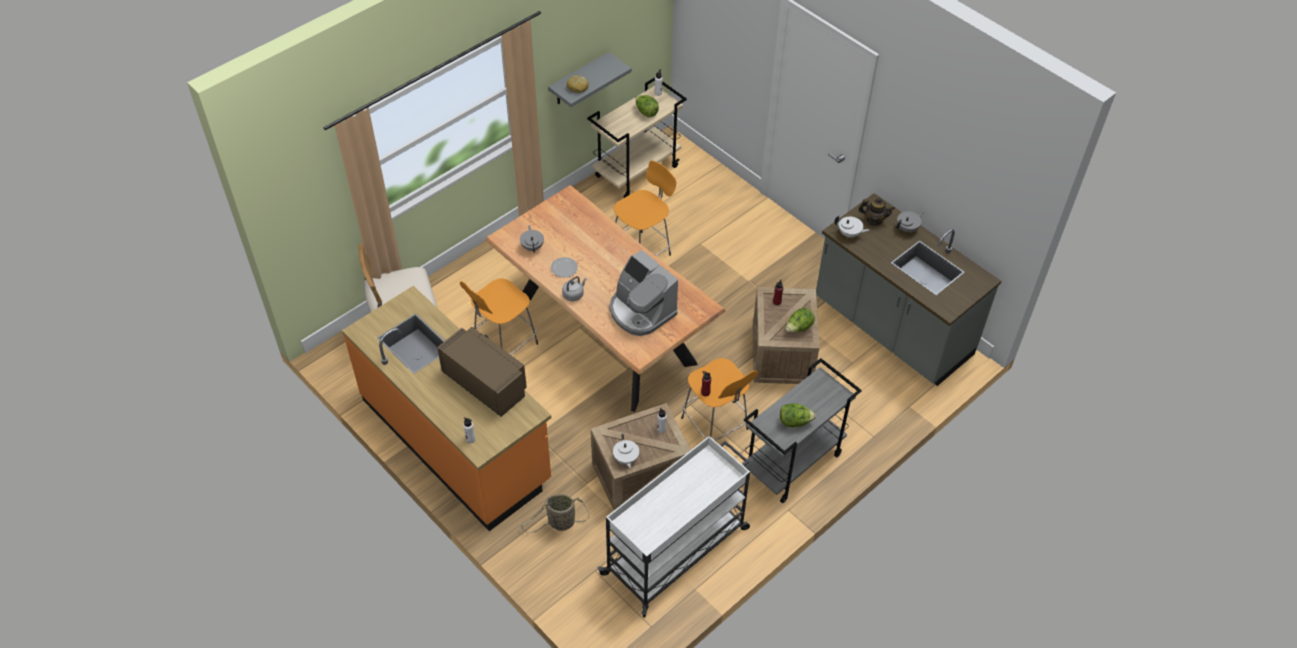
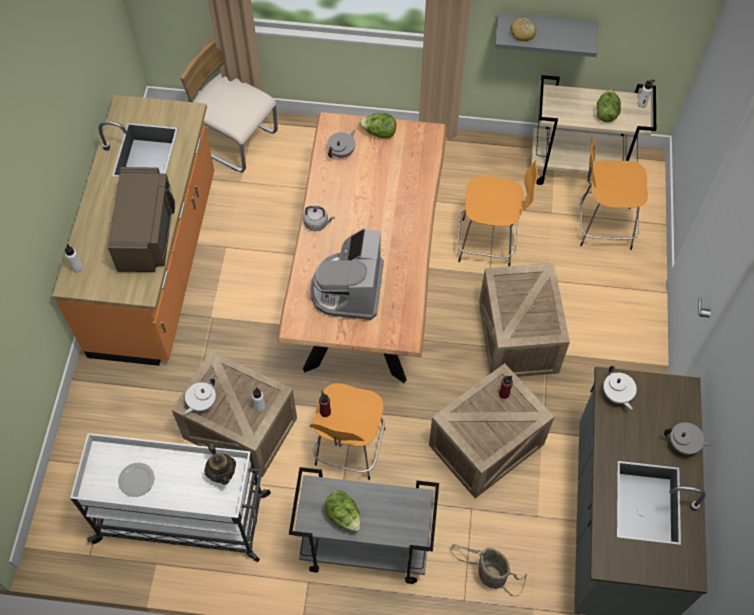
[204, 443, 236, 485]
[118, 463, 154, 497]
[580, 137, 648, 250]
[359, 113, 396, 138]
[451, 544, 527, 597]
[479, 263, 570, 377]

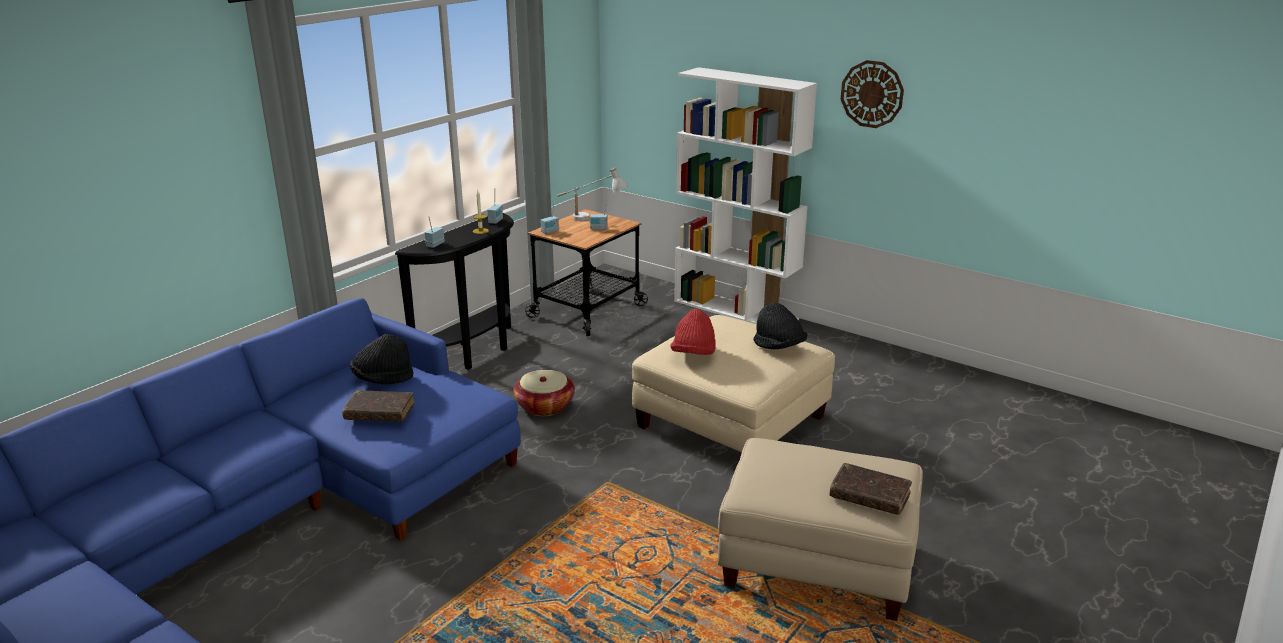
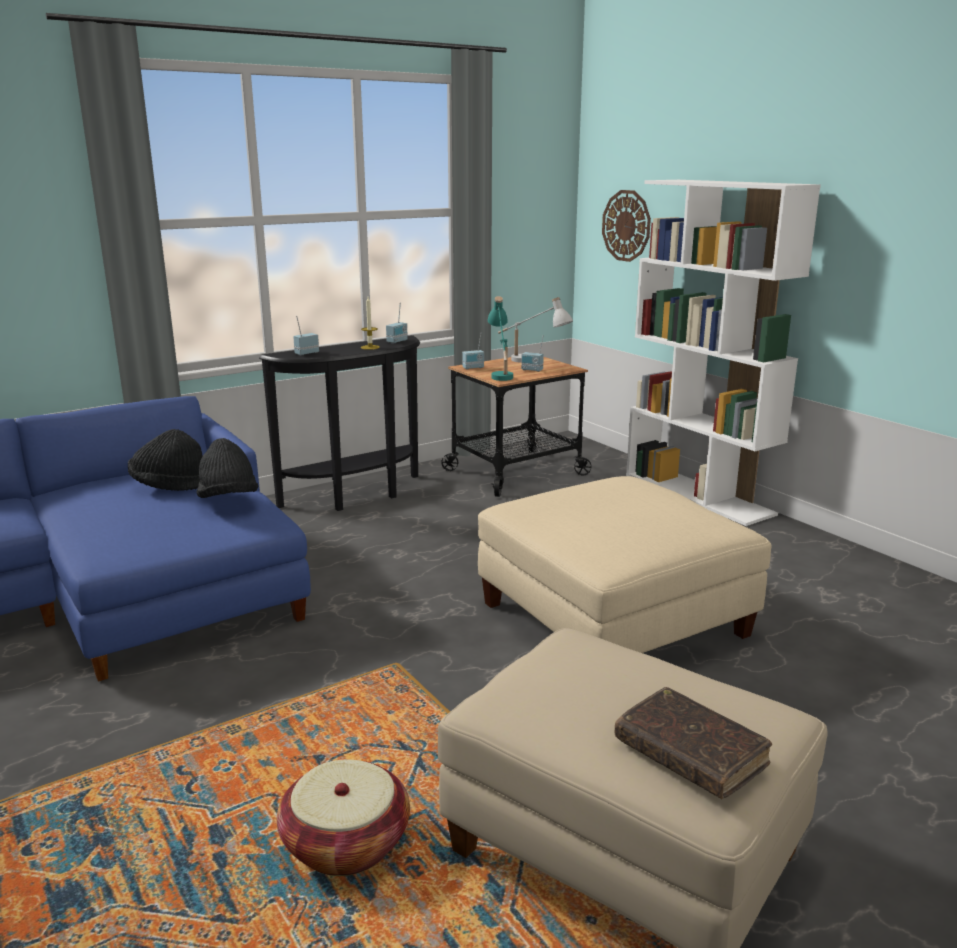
[602, 190, 651, 262]
[197, 438, 258, 498]
[670, 309, 716, 355] (first image)
[277, 760, 410, 876]
[342, 390, 415, 421] (first image)
[488, 296, 513, 381]

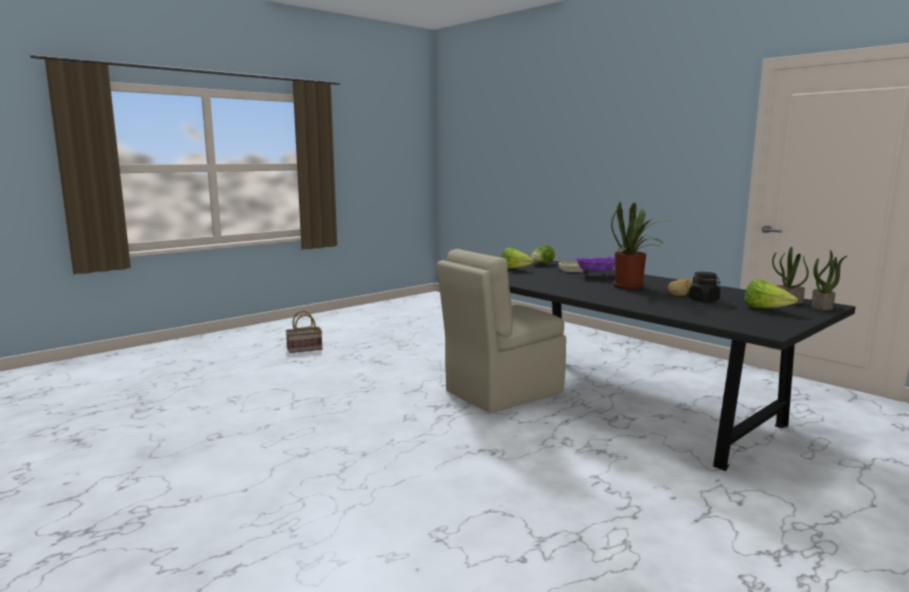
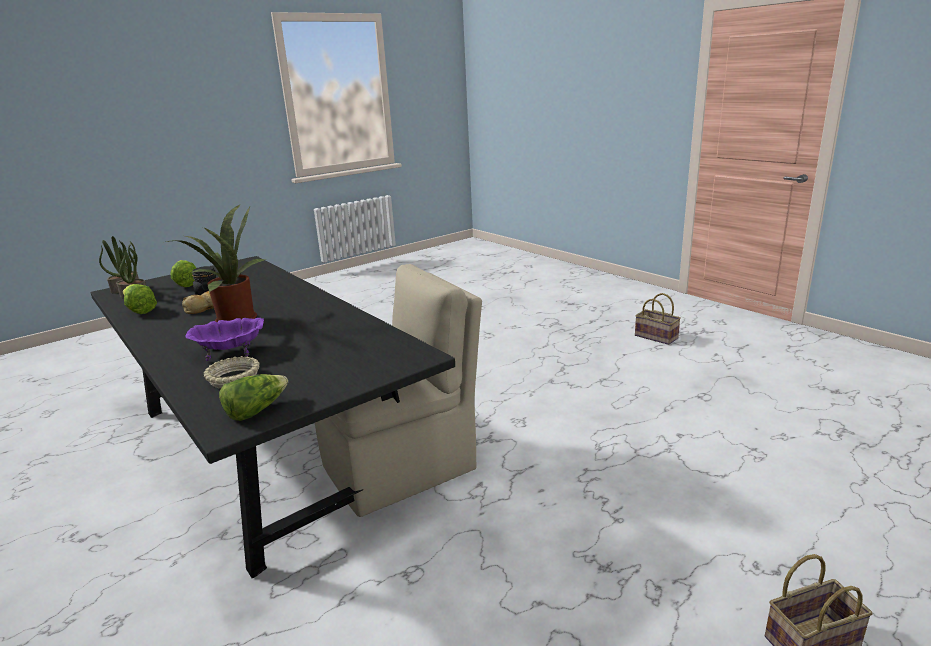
[122, 284, 157, 314]
[635, 293, 681, 345]

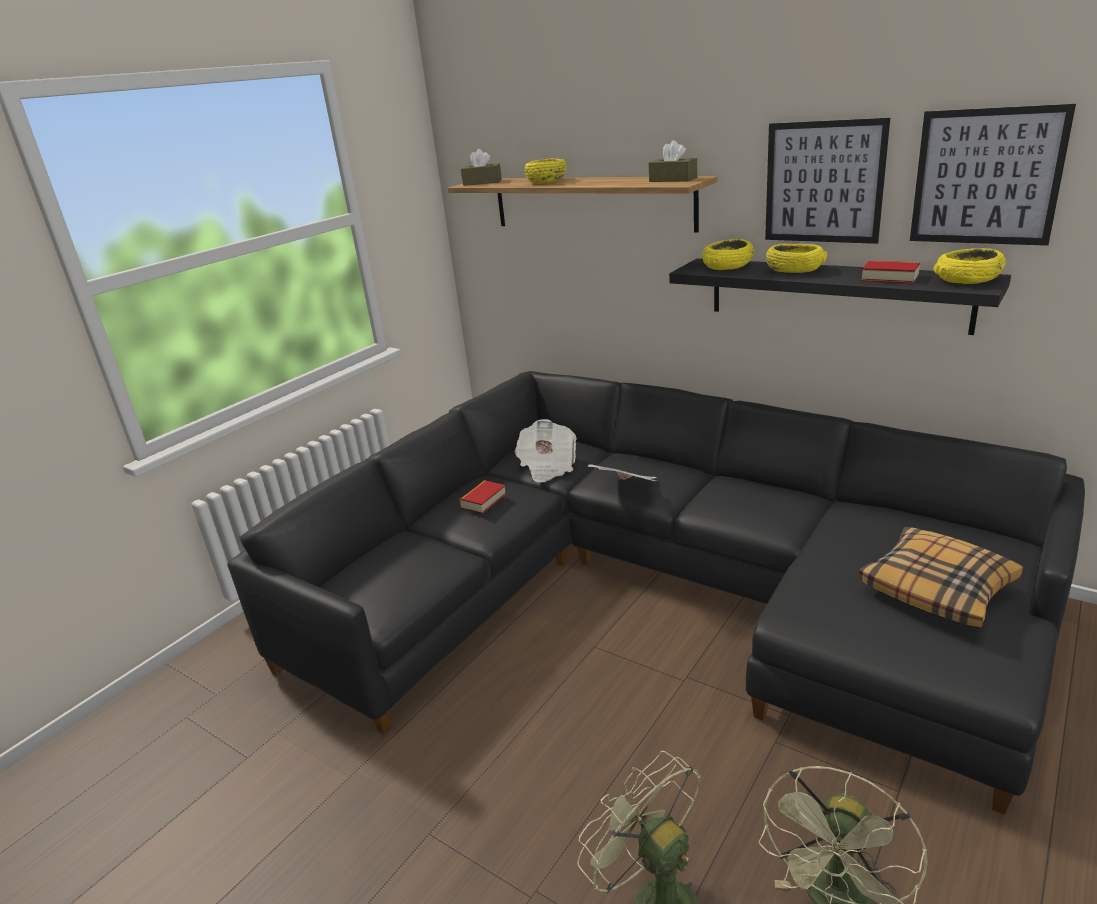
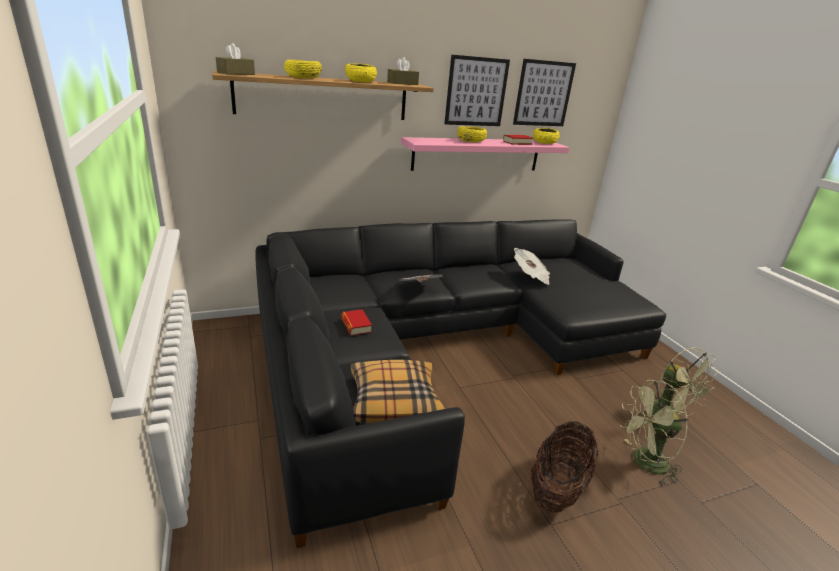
[345, 63, 377, 82]
[401, 137, 570, 171]
[514, 248, 550, 285]
[350, 360, 444, 423]
[531, 421, 598, 512]

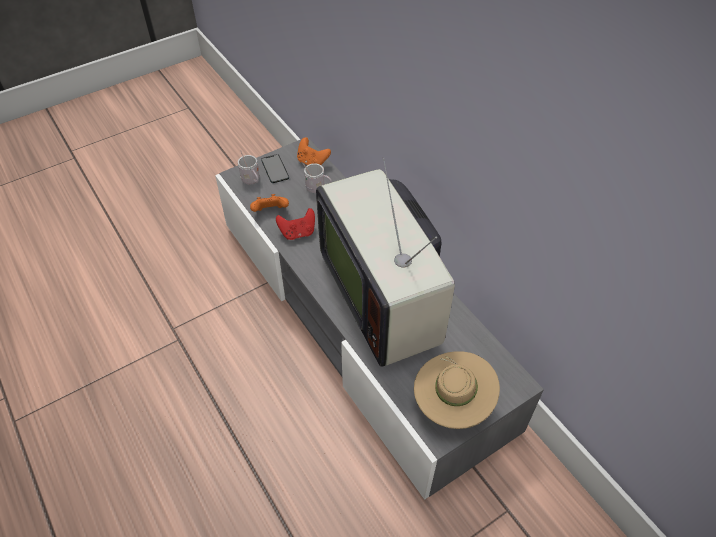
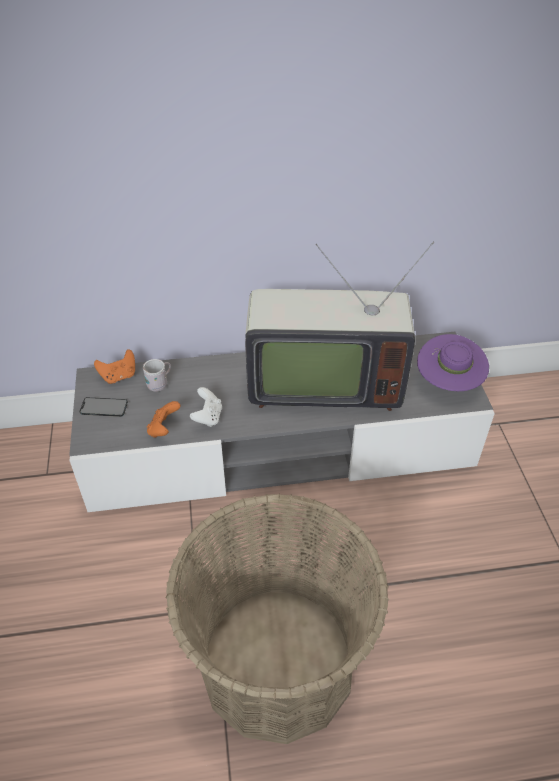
[238, 150, 259, 185] (first image)
[190, 387, 222, 427]
[417, 334, 489, 391]
[166, 493, 389, 744]

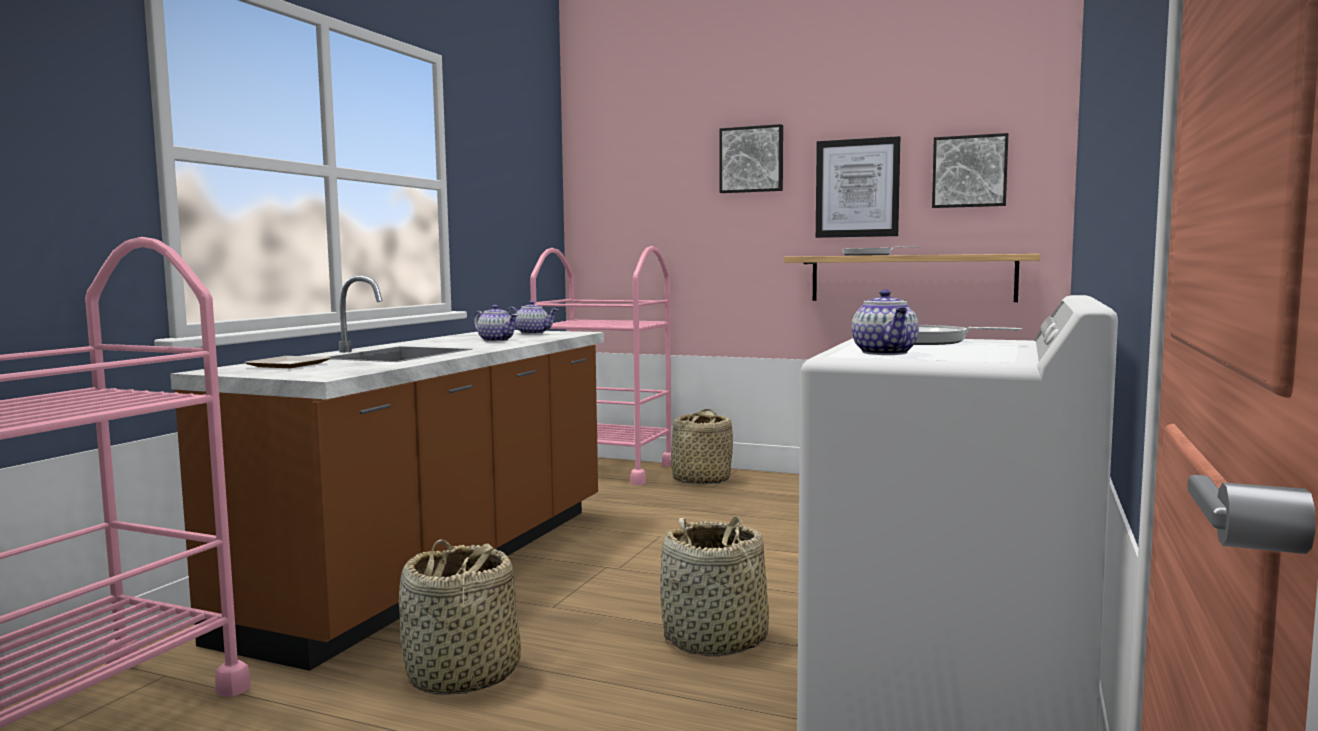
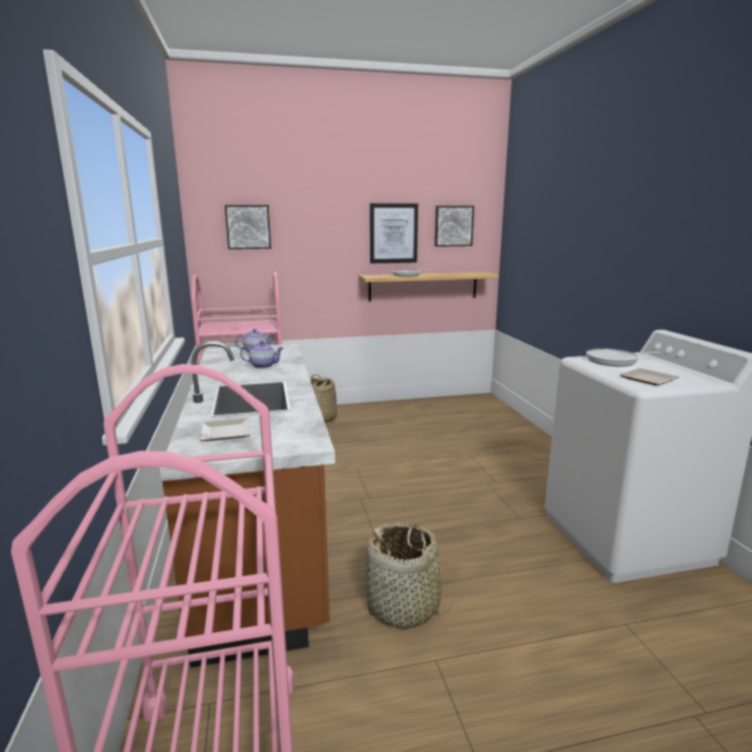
[225, 205, 271, 249]
[619, 368, 679, 385]
[660, 516, 769, 656] (first image)

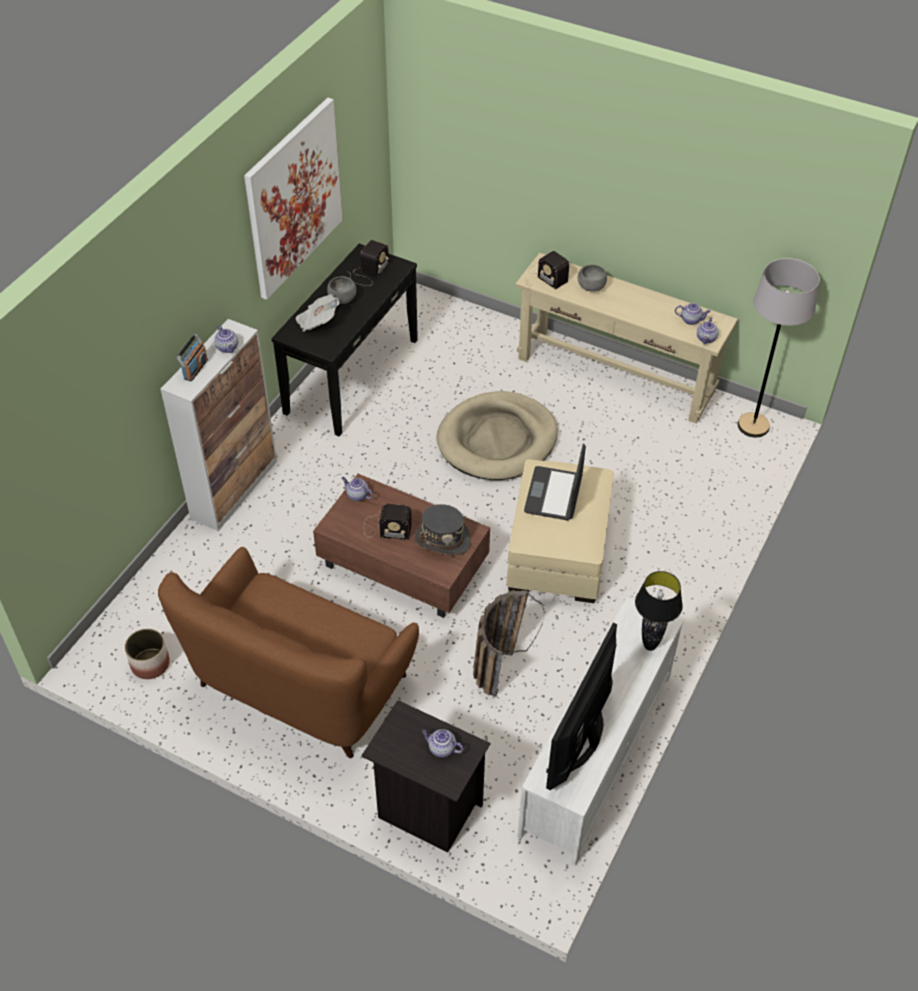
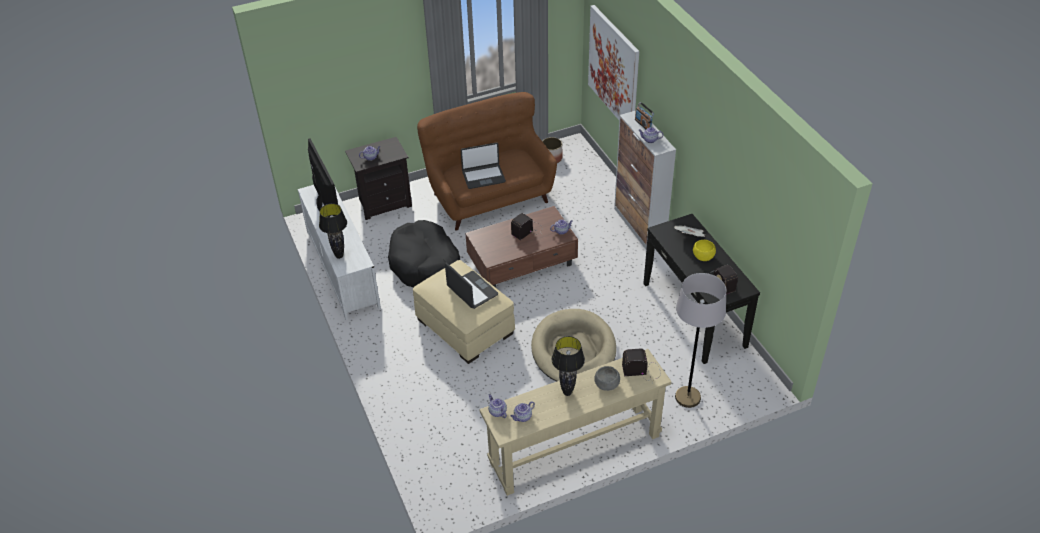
[588, 5, 639, 120]
[675, 273, 726, 408]
[693, 240, 716, 261]
[415, 504, 471, 556] (first image)
[388, 220, 460, 287]
[461, 143, 506, 189]
[552, 336, 585, 396]

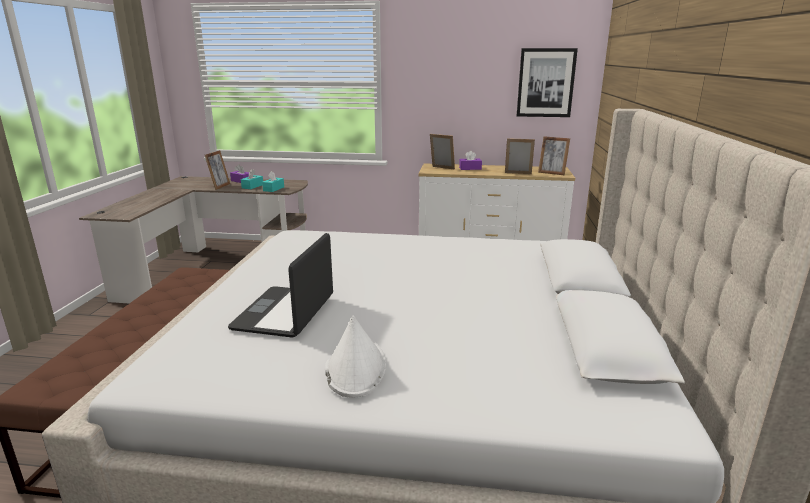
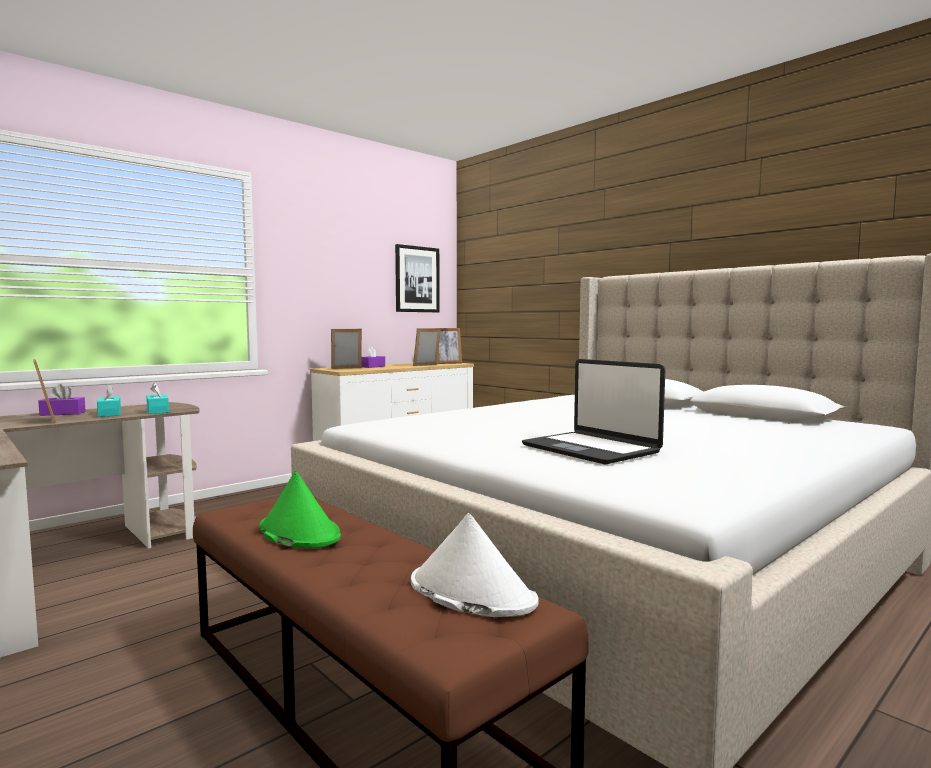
[411, 513, 539, 617]
[259, 471, 341, 548]

